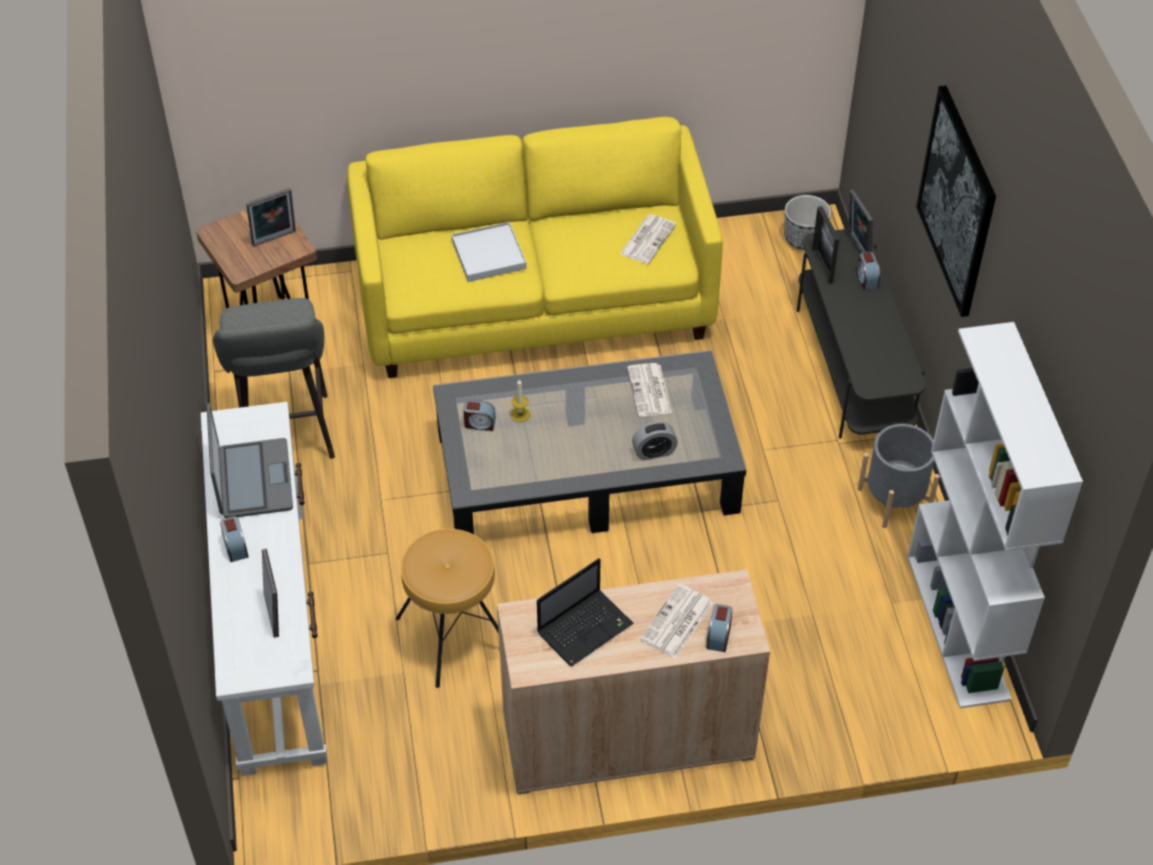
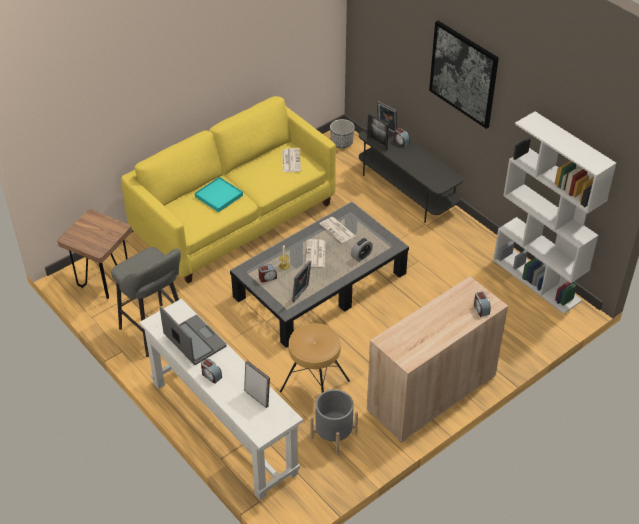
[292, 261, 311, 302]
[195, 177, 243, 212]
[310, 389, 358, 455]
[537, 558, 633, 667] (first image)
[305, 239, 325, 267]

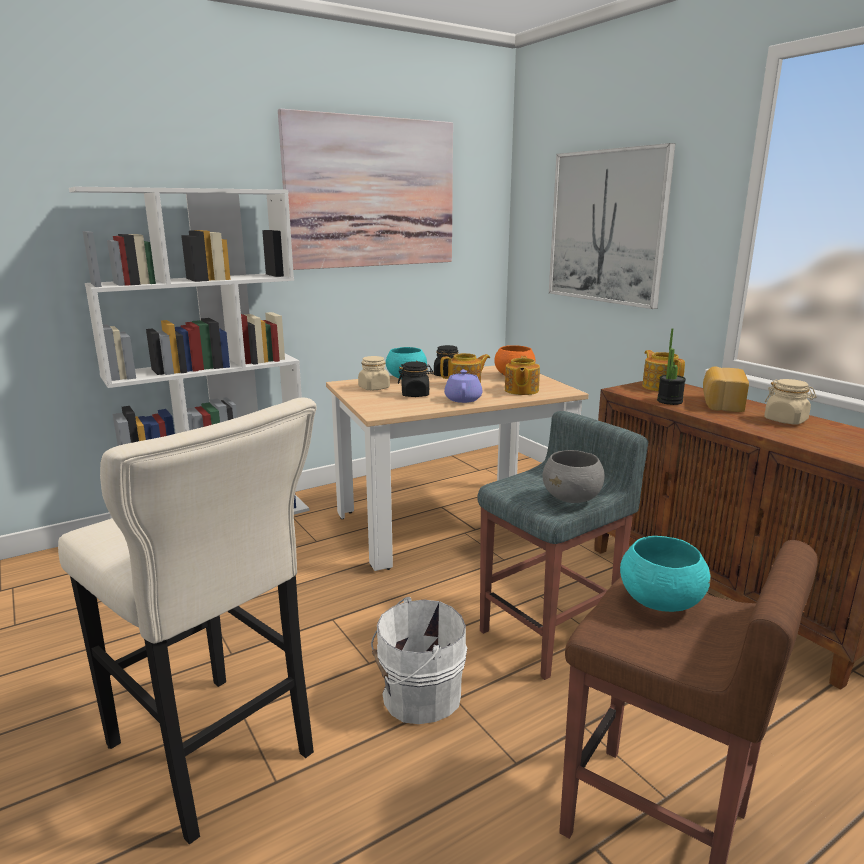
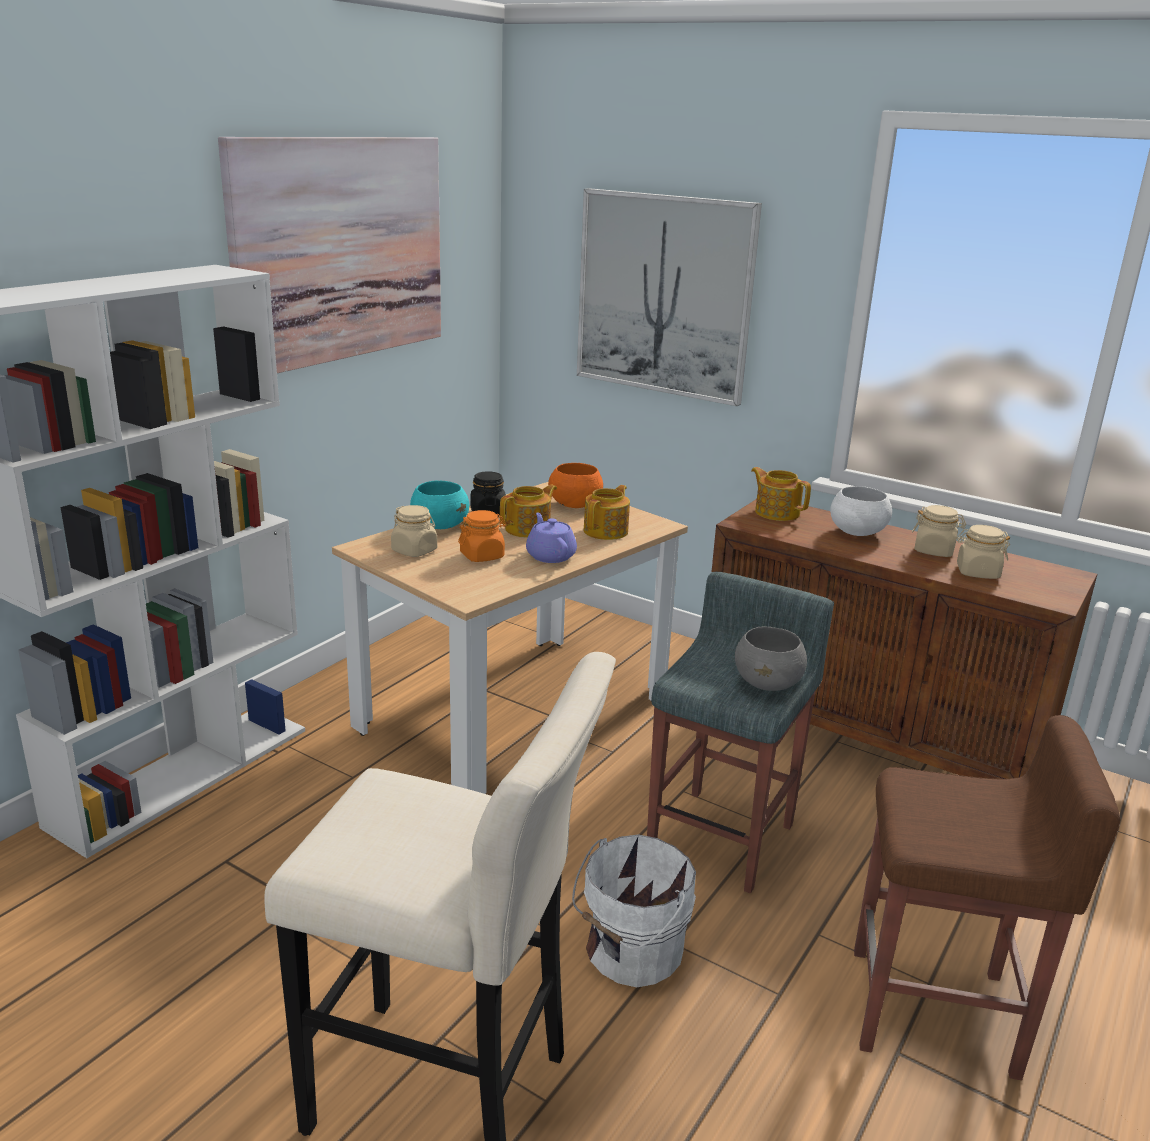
[657, 329, 686, 405] (first image)
[584, 485, 630, 540]
[458, 510, 507, 562]
[830, 486, 892, 536]
[620, 536, 711, 612] (first image)
[957, 525, 1010, 579]

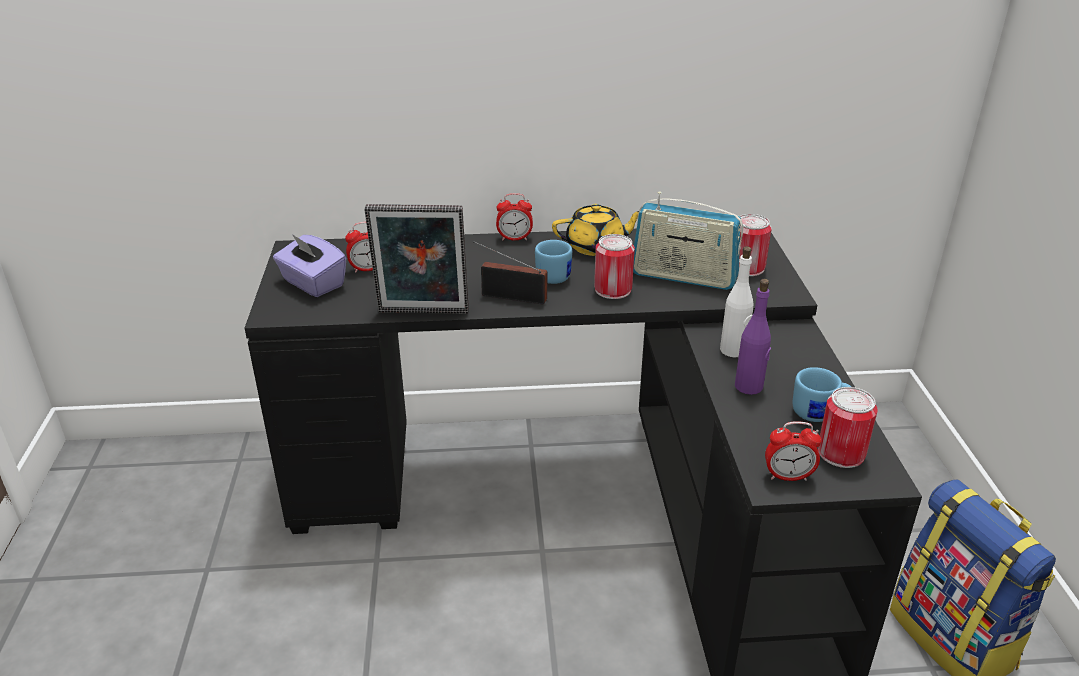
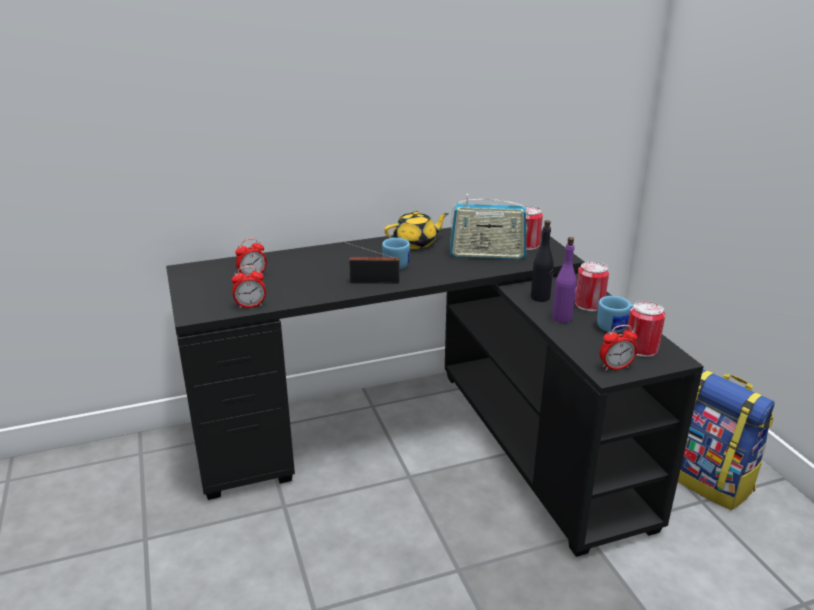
[232, 266, 266, 309]
[364, 204, 469, 314] (first image)
[273, 234, 346, 297] (first image)
[575, 261, 609, 311]
[531, 220, 554, 302]

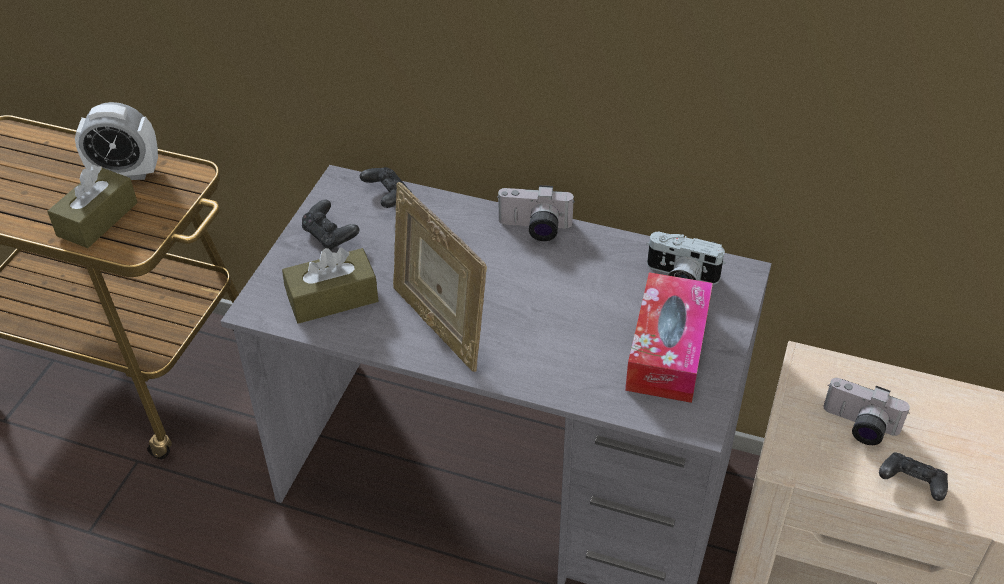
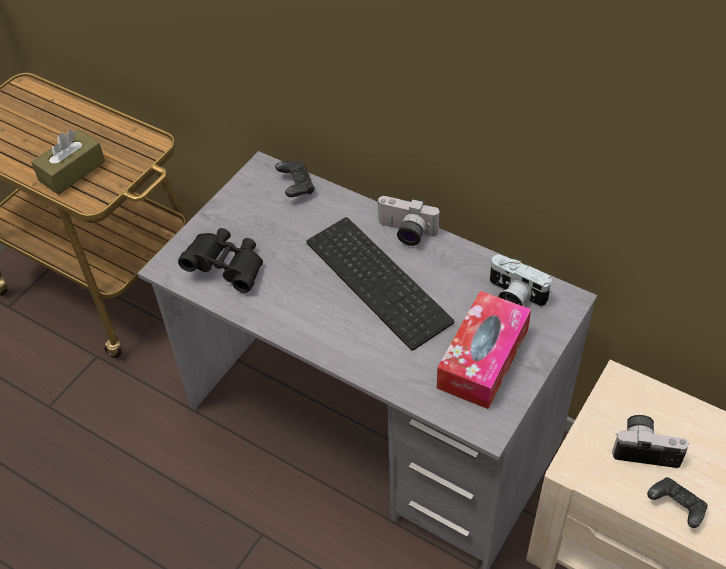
[75, 102, 158, 180] (first image)
[393, 182, 487, 372] (first image)
[302, 199, 359, 251] (first image)
[178, 228, 263, 293]
[612, 415, 689, 468]
[306, 217, 454, 351]

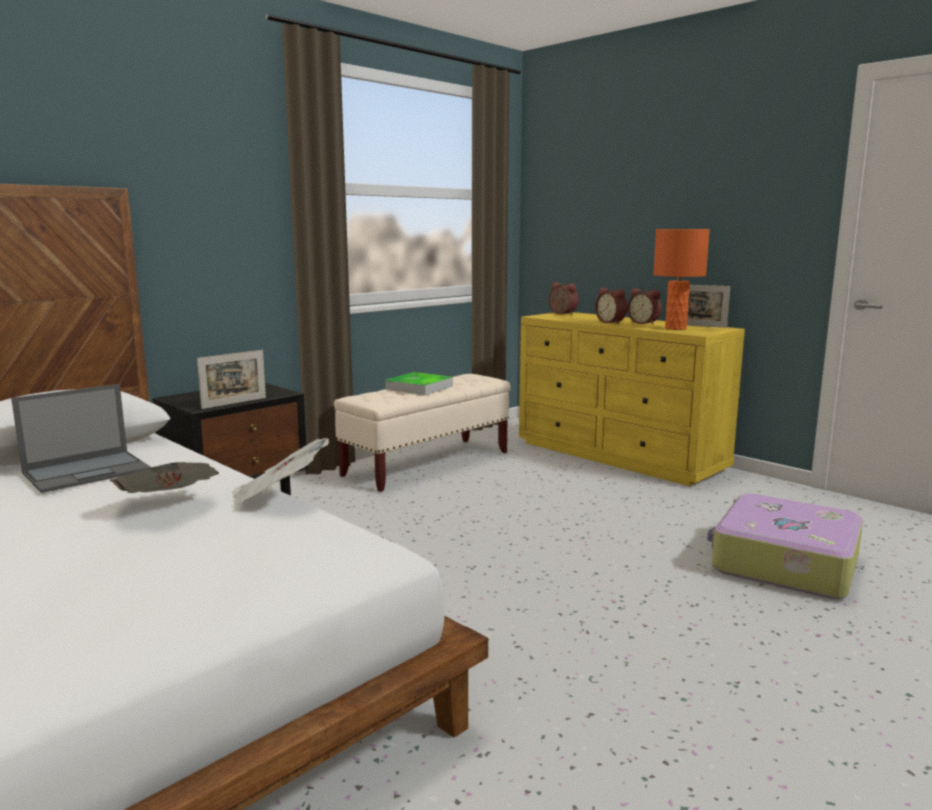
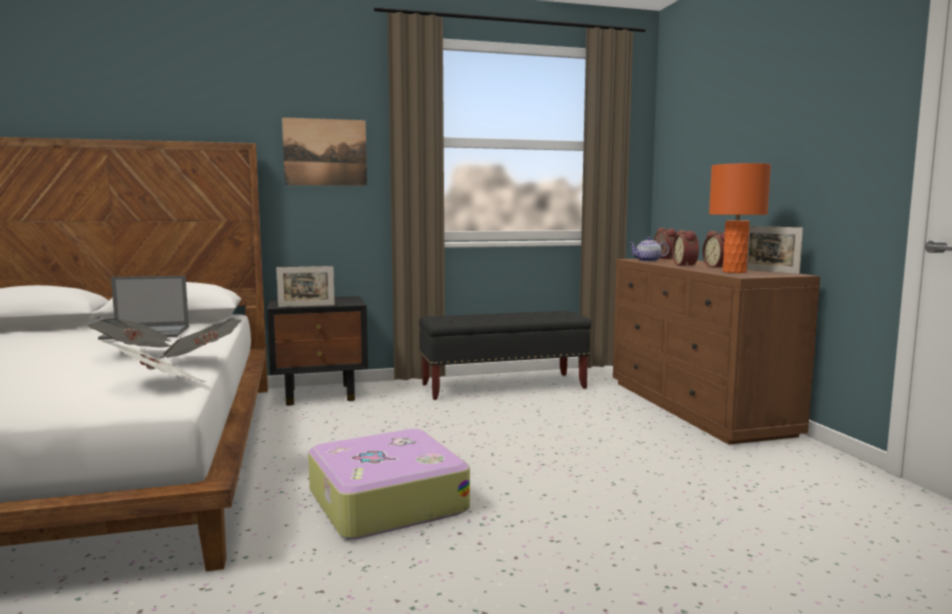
[613, 259, 820, 445]
[385, 372, 453, 395] (first image)
[419, 311, 591, 400]
[308, 429, 470, 540]
[282, 117, 367, 186]
[629, 237, 669, 262]
[102, 341, 204, 381]

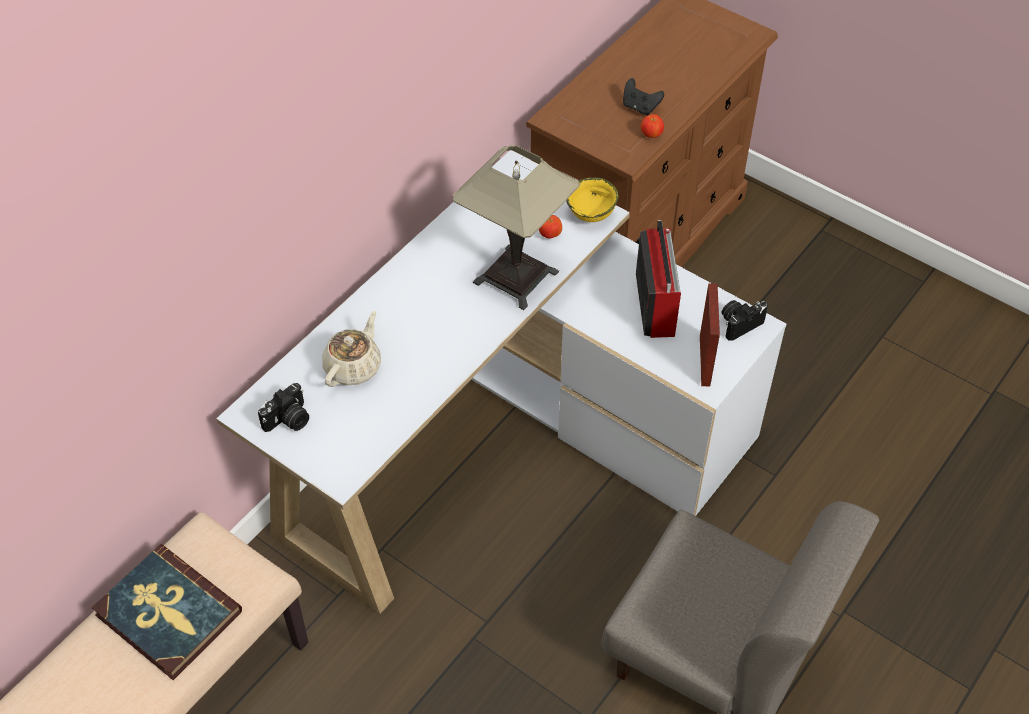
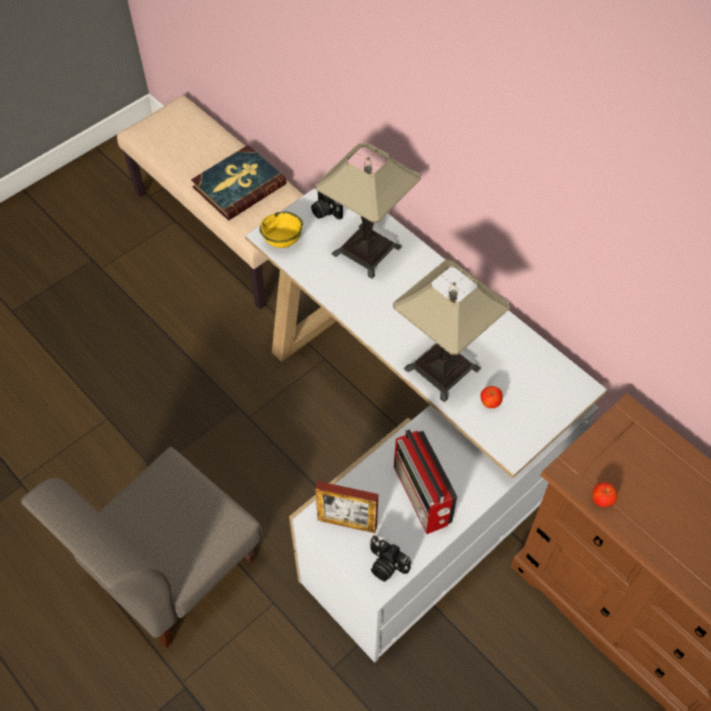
[623, 78, 664, 115] (first image)
[260, 212, 303, 248]
[394, 429, 457, 534]
[369, 536, 411, 581]
[315, 143, 421, 279]

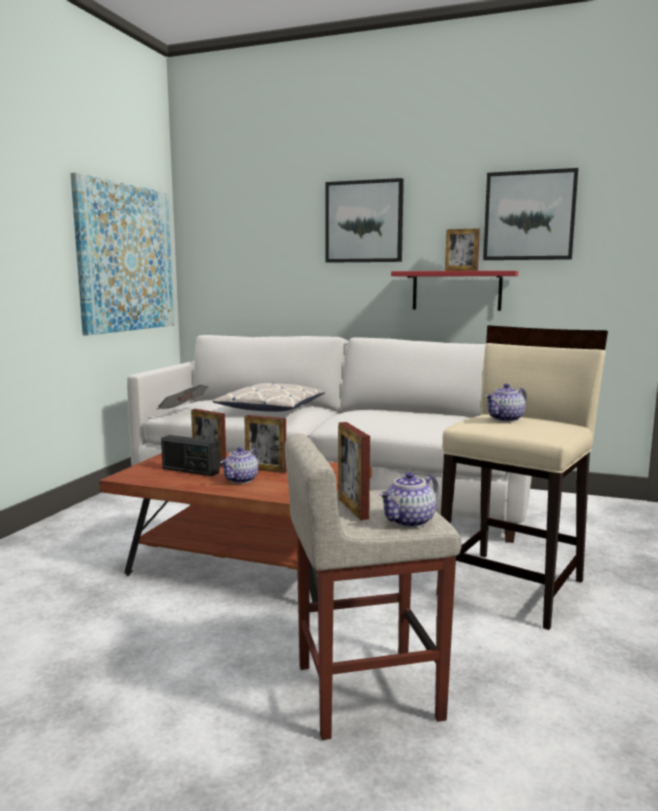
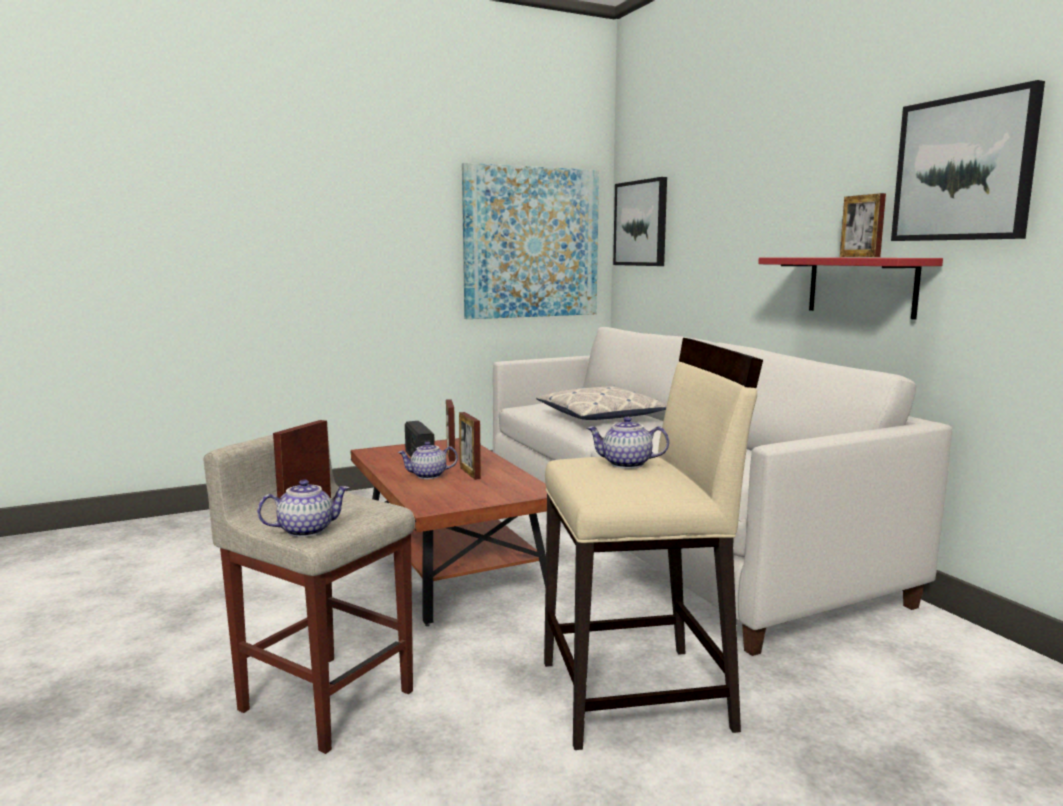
[613, 177, 667, 266]
[157, 385, 208, 409] (first image)
[257, 479, 350, 537]

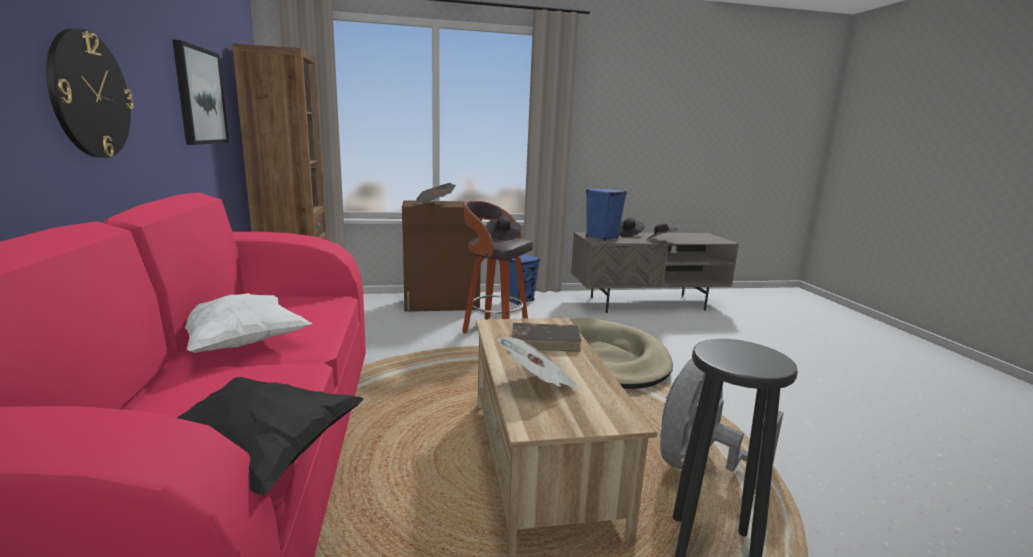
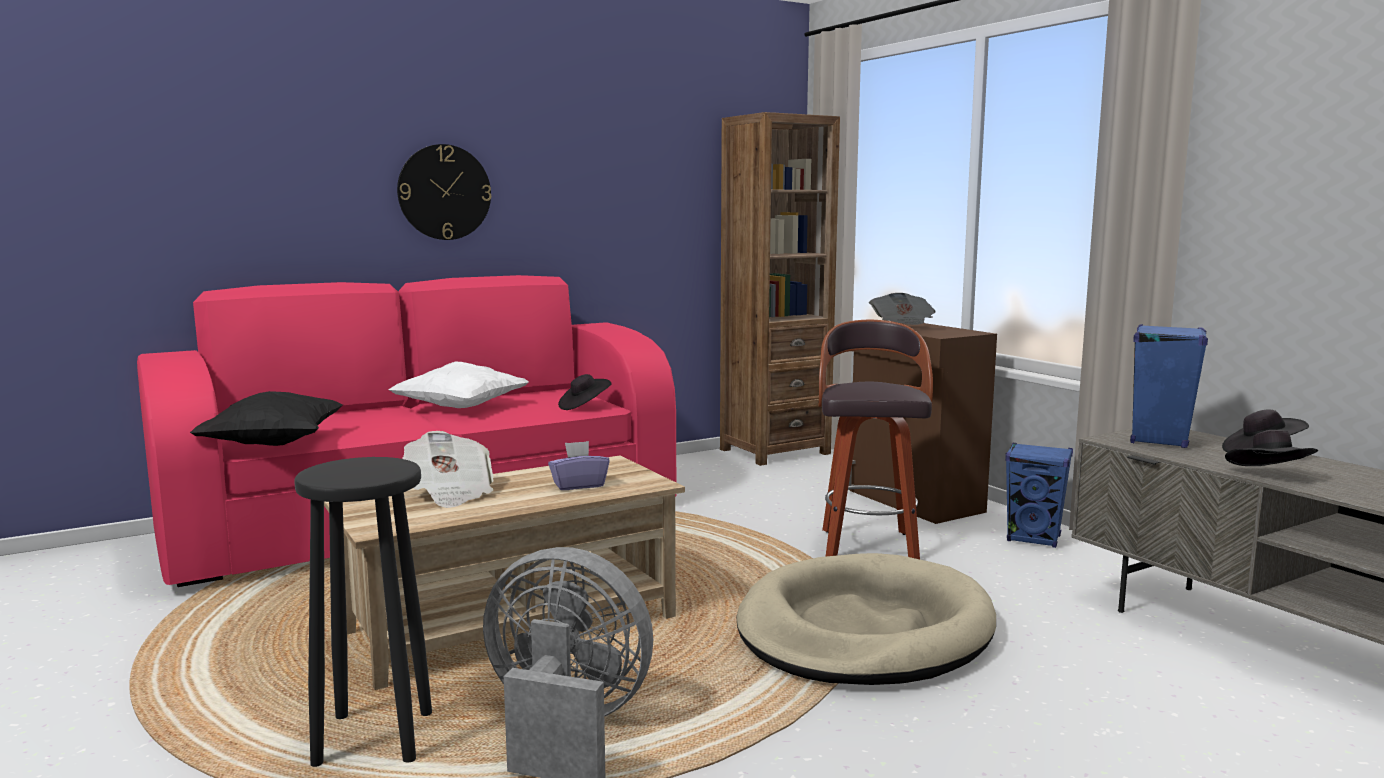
[172, 40, 229, 145] (first image)
[558, 374, 612, 410]
[548, 441, 610, 490]

